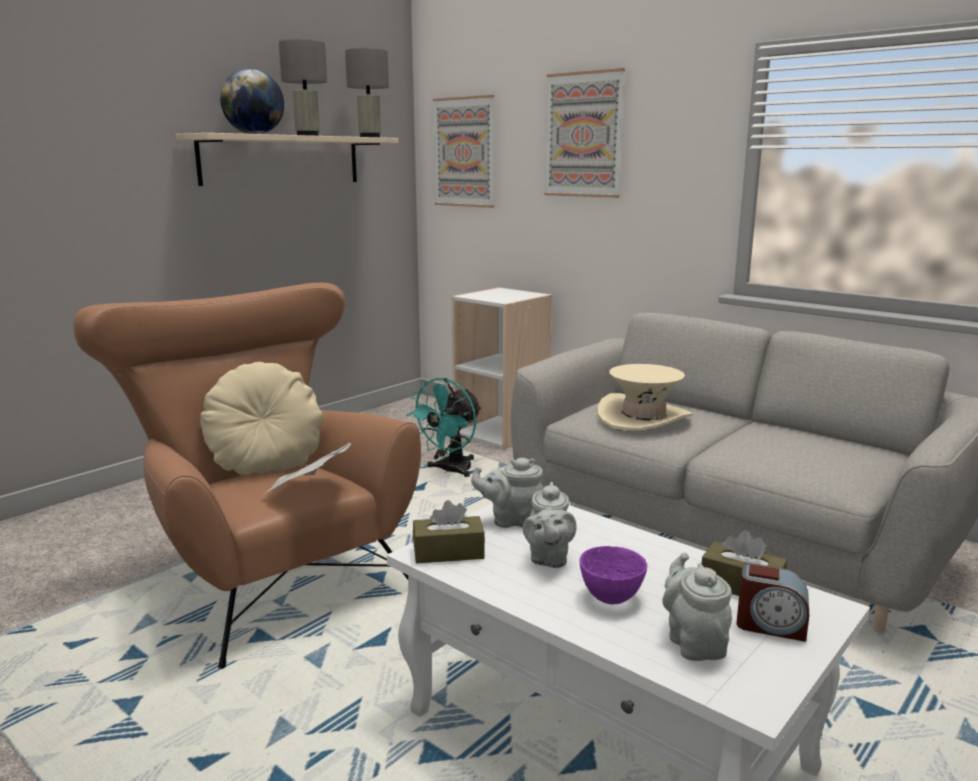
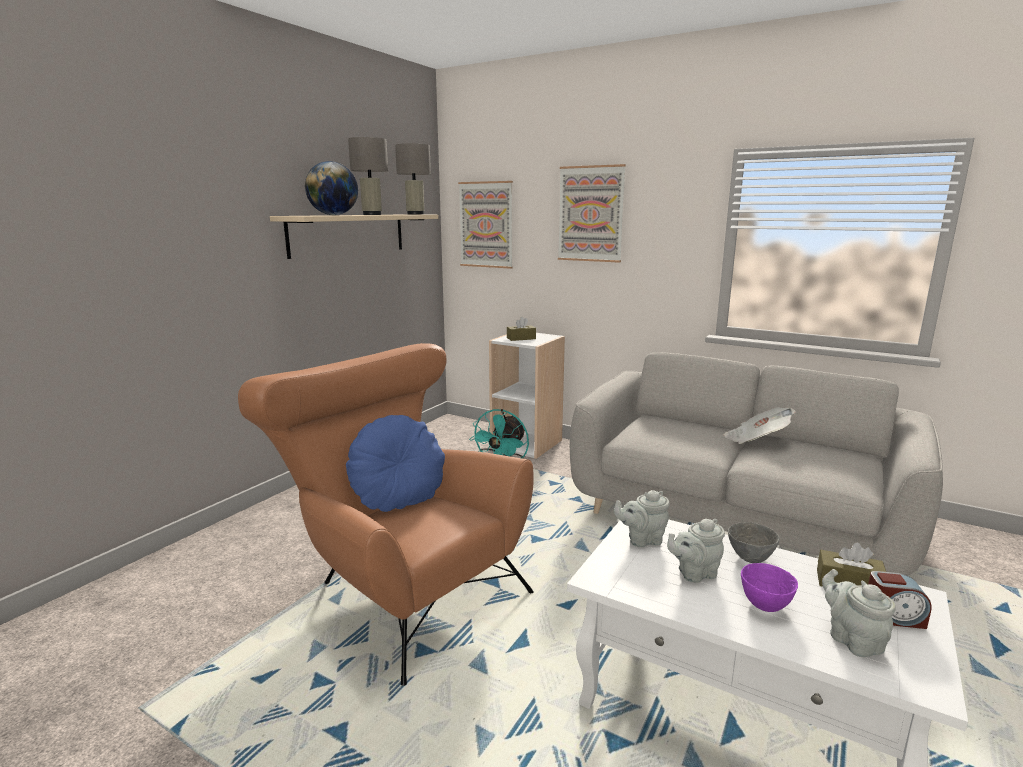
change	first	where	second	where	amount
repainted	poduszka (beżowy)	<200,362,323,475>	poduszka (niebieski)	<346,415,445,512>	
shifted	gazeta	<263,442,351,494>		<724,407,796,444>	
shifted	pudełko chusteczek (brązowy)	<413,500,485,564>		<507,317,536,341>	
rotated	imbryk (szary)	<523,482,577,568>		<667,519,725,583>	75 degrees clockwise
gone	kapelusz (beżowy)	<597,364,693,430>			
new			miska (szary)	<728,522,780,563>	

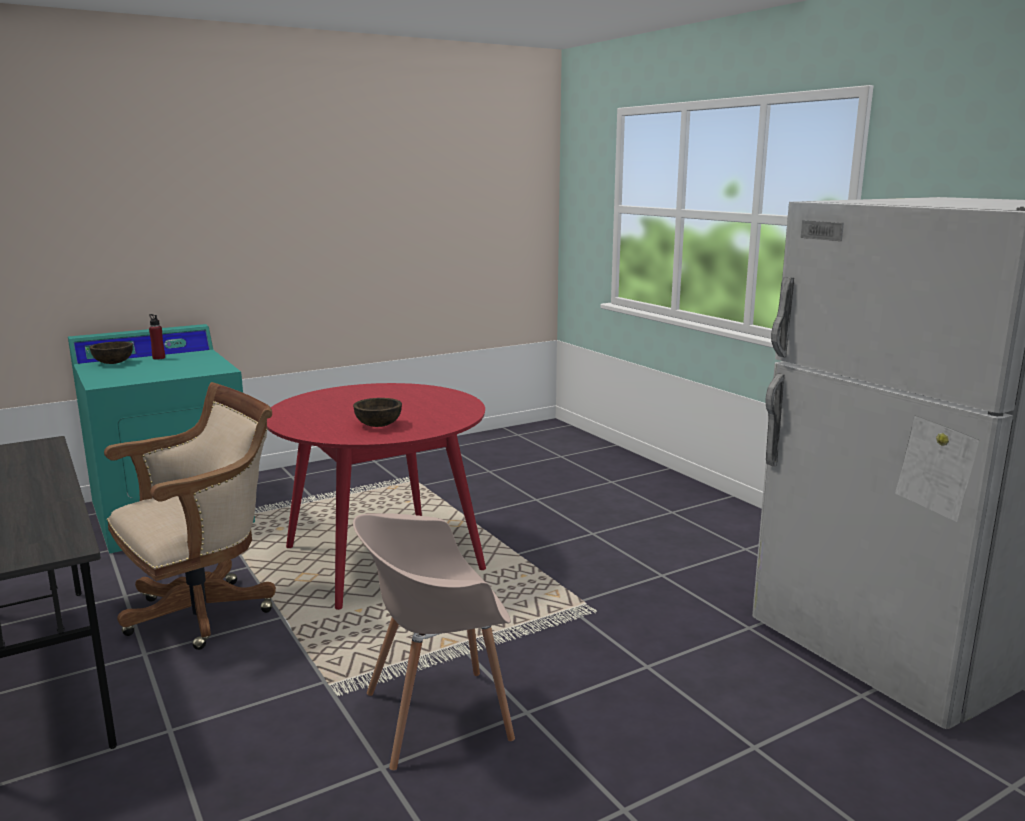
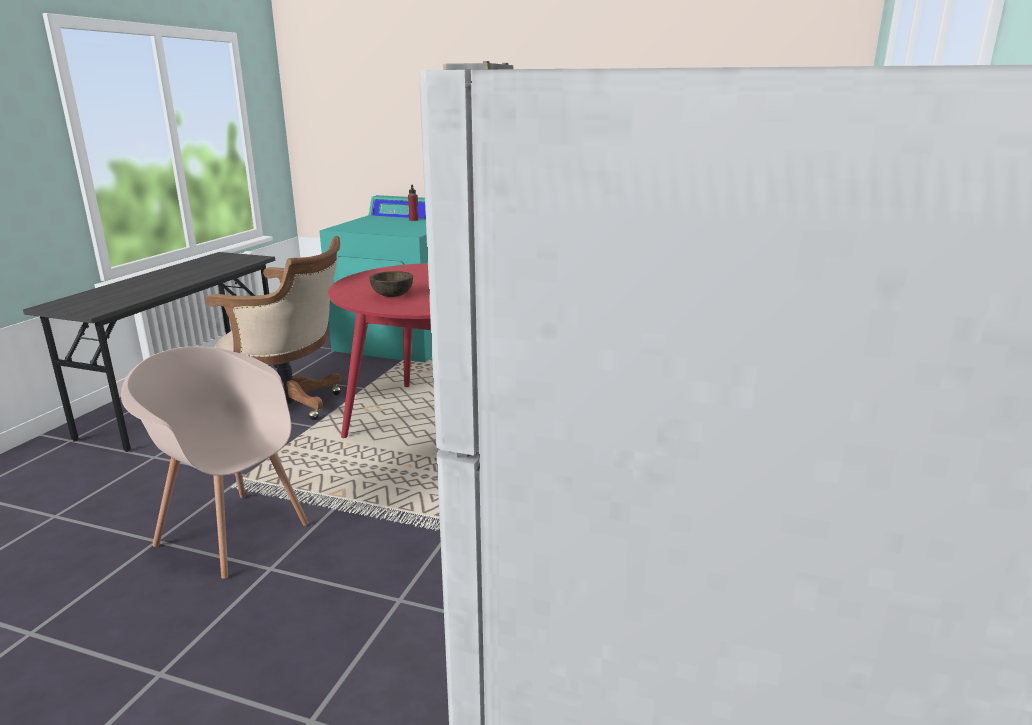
change	first	where	second	where	amount
gone	miska (brązowy)	<89,341,133,364>			

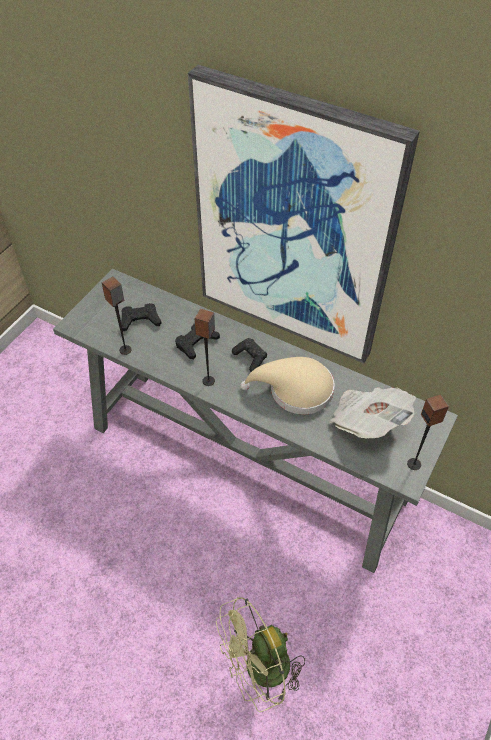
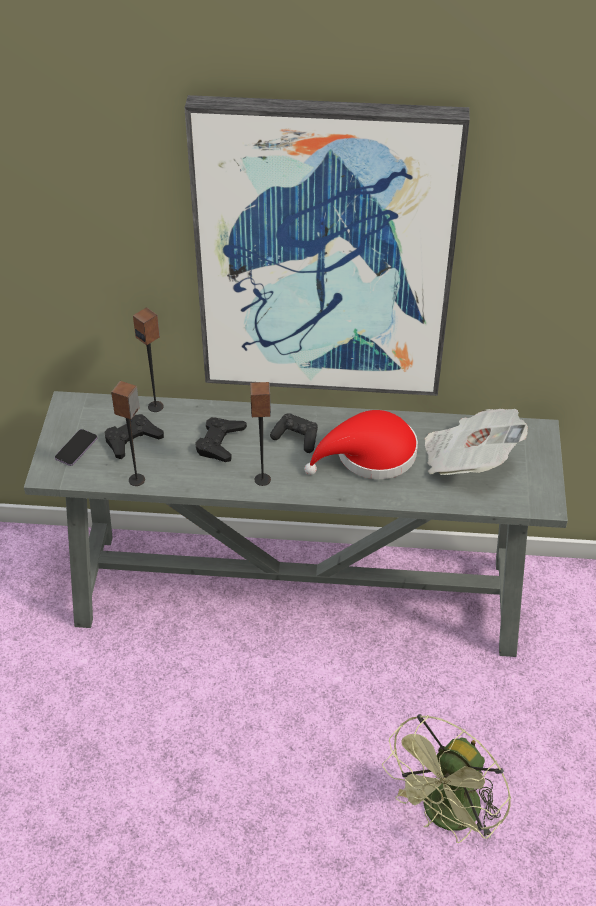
change	first	where	second	where	amount
repainted	kapelusz (beżowy)	<240,357,335,415>	kapelusz (czerwony)	<305,410,418,479>	
shifted	głośnik	<407,395,449,470>		<133,307,164,412>	
new			telefon	<55,429,98,466>	

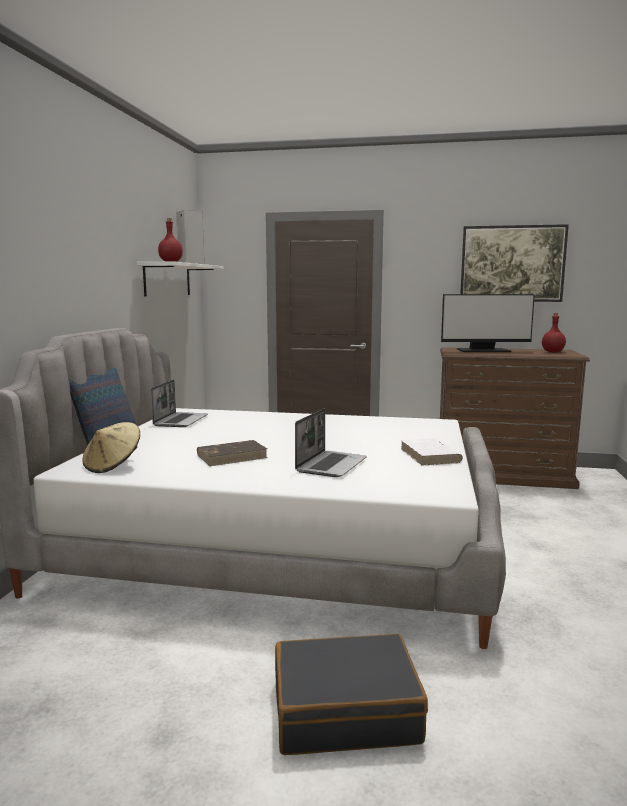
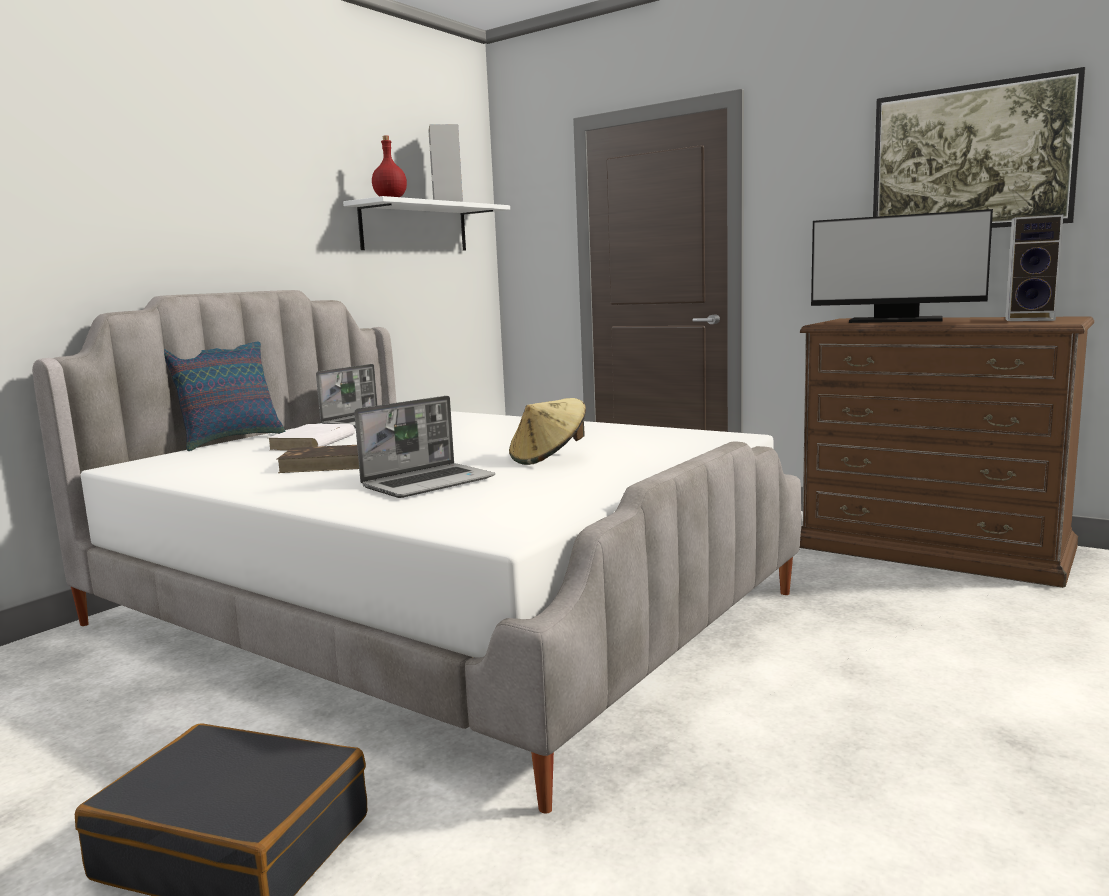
change	first	where	second	where	amount
shifted	kapelusz (beżowy)	<82,422,140,473>		<509,398,586,465>	
shifted	książka (biały)	<400,438,463,466>		<268,424,355,450>	
swapped	butelka (czerwony)	<542,313,566,352>	głośnik	<1005,214,1063,321>	

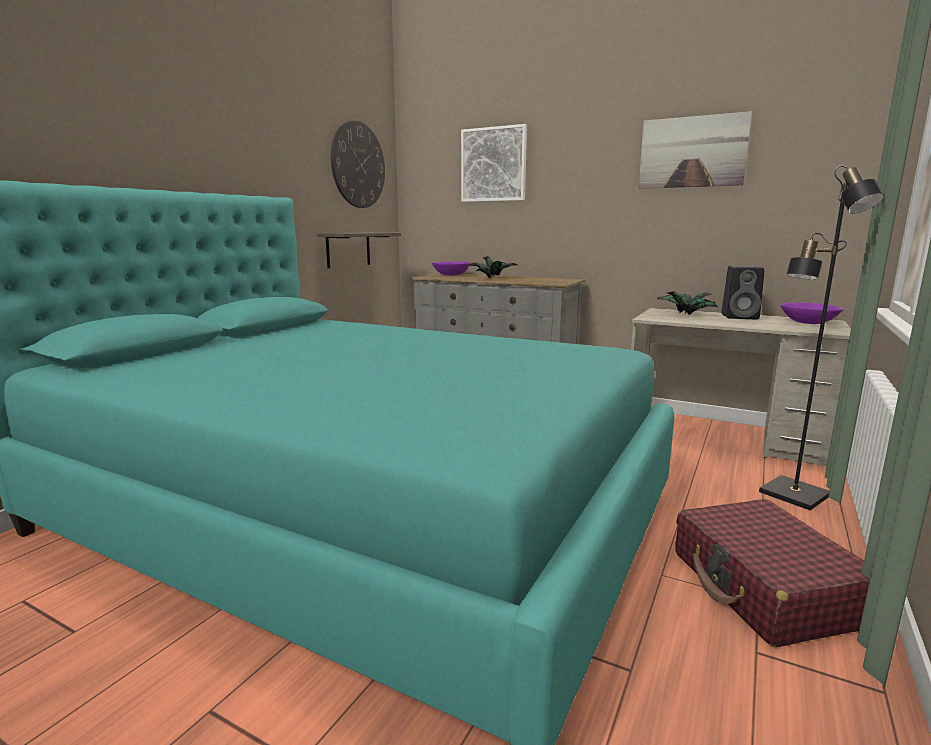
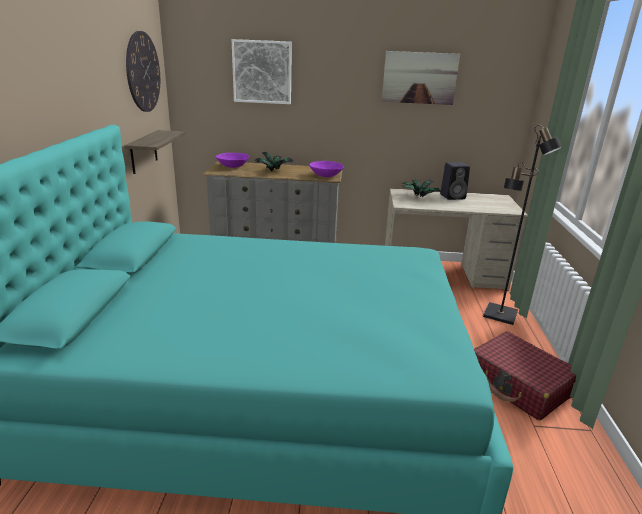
change	first	where	second	where	amount
shifted	miska (fioletowy)	<781,303,844,324>		<309,161,344,177>	

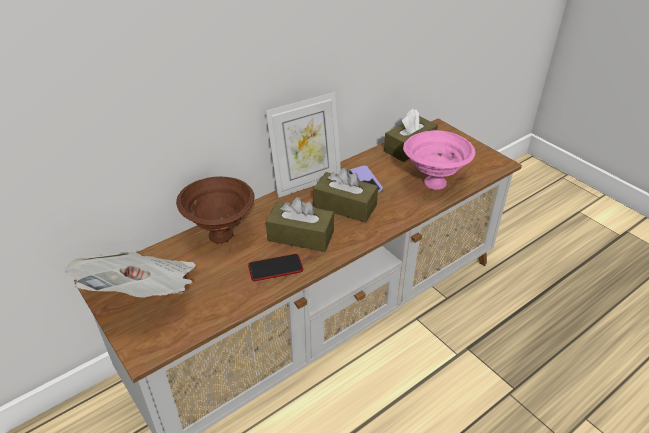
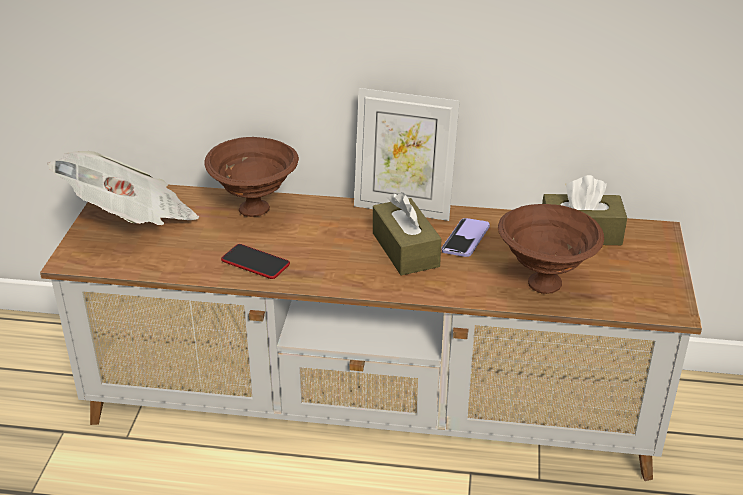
change	first	where	second	where	amount
gone	pudełko chusteczek (brązowy)	<266,197,334,252>			
repainted	miska (różowy)	<403,130,475,190>	miska (brązowy)	<498,204,604,294>	

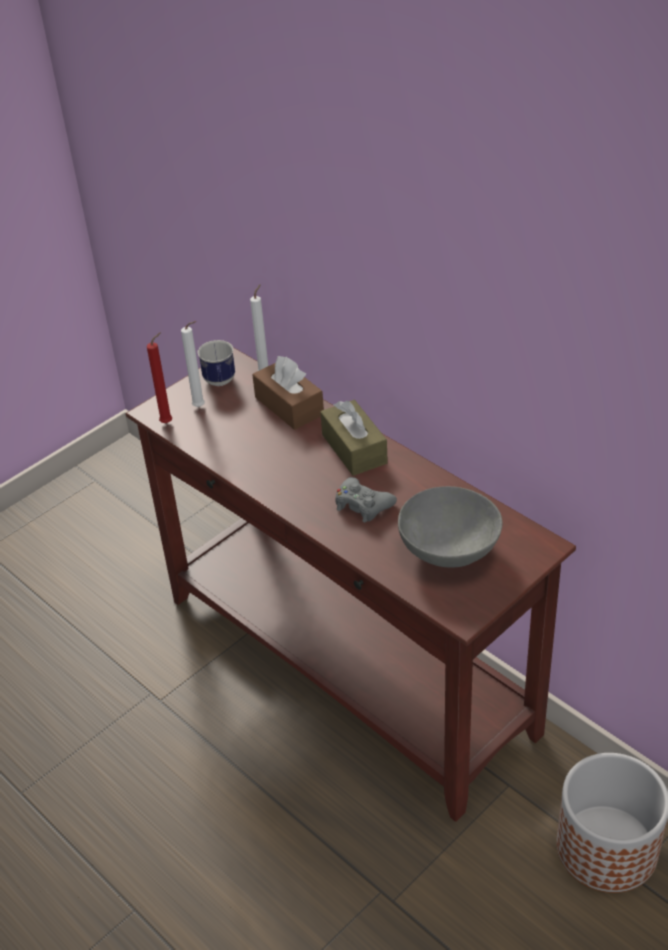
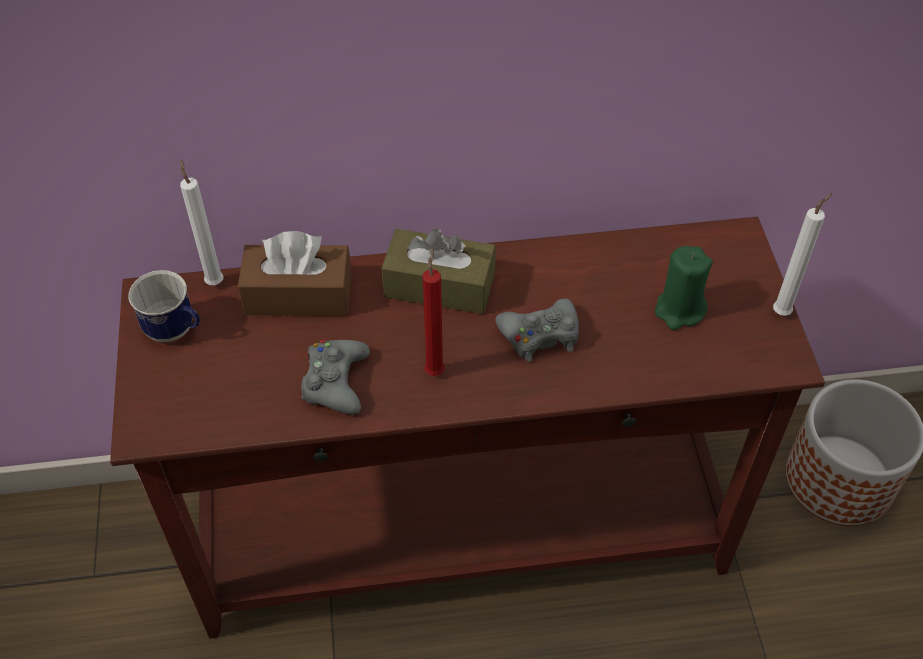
change	first	where	second	where	amount
shifted	świeca (czerwony)	<147,332,172,423>		<423,249,445,376>	
shifted	świeca (biały)	<181,321,205,407>		<773,193,833,316>	
swapped	miska (szary)	<398,486,502,568>	świeca (zielony)	<655,246,713,330>	
new			pad do gier (szary)	<301,340,370,414>	

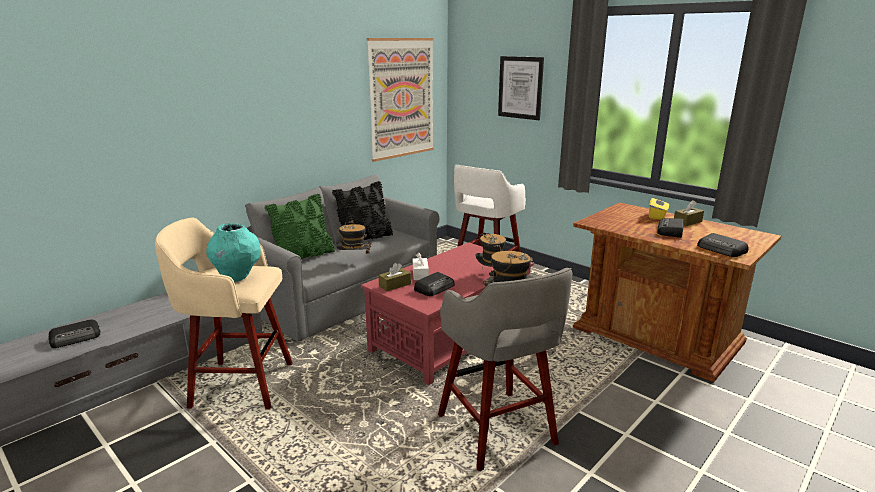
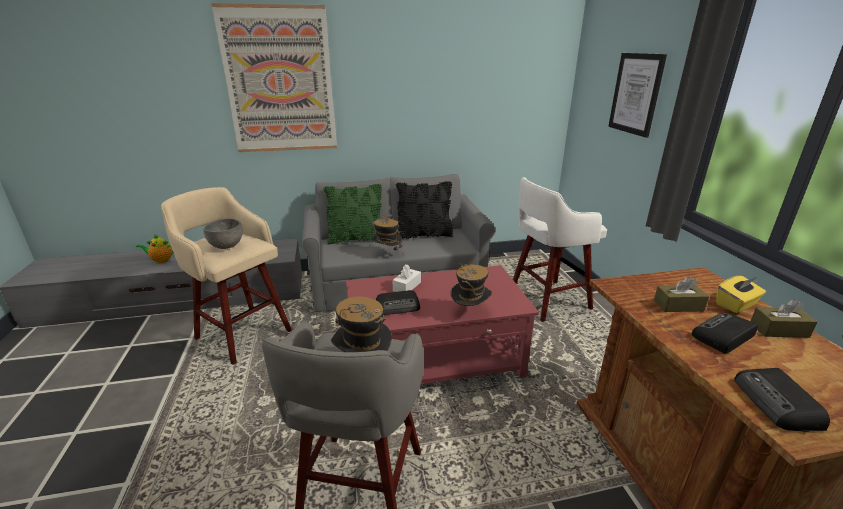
change	first	where	second	where	amount
swapped	radio	<48,319,101,348>	imbryk	<136,234,174,263>	
swapped	wazon (turkusowy)	<206,223,261,282>	miska (szary)	<203,218,243,249>	
shifted	obraz	<367,38,434,162>		<211,3,337,152>	
shifted	pudełko chusteczek (brązowy)	<378,263,411,291>		<654,276,709,312>	

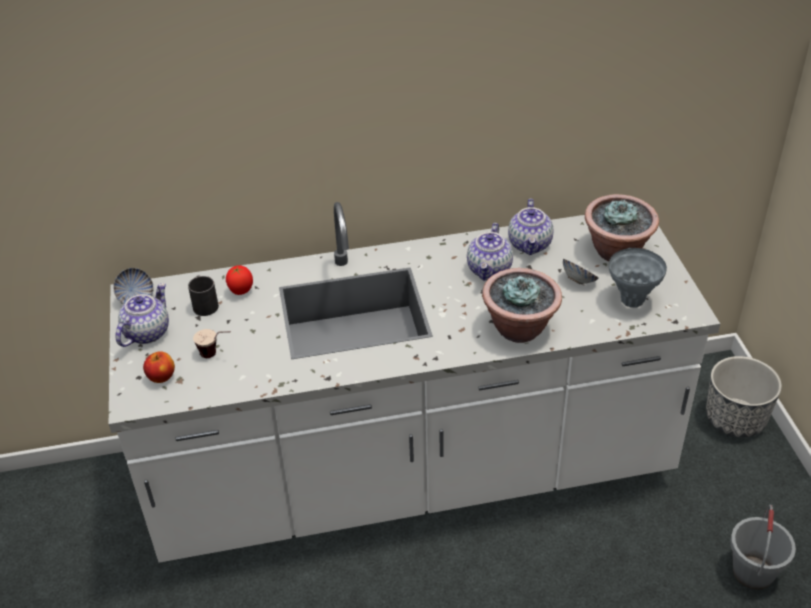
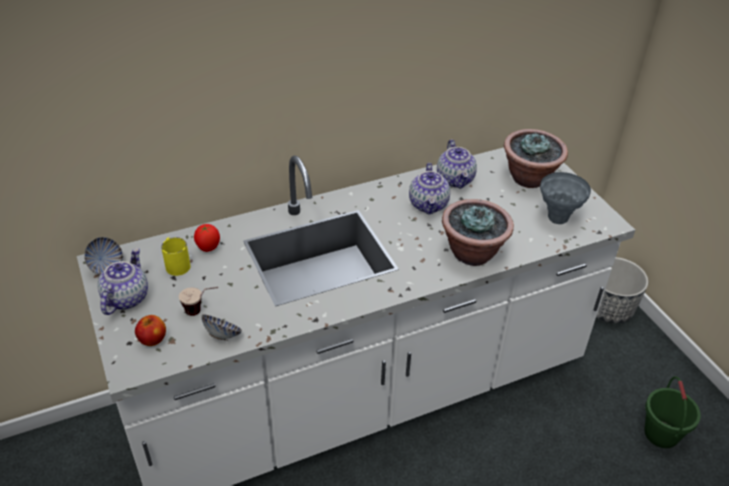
change	first	where	second	where	amount
repainted	kubek (czarny)	<188,275,219,316>	kubek (żółty)	<161,237,191,276>	
shifted	miska	<563,259,599,286>		<202,314,242,341>	
repainted	wiadro (szary)	<730,504,796,590>	wiadro (zielony)	<644,376,701,448>	

